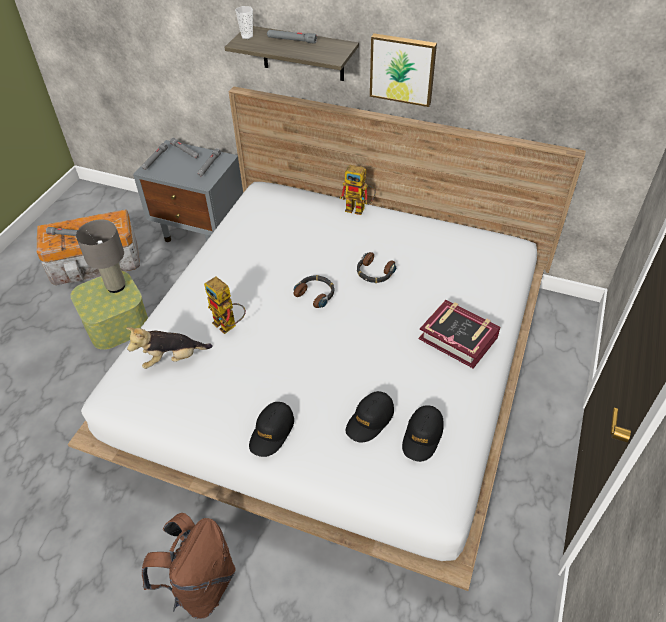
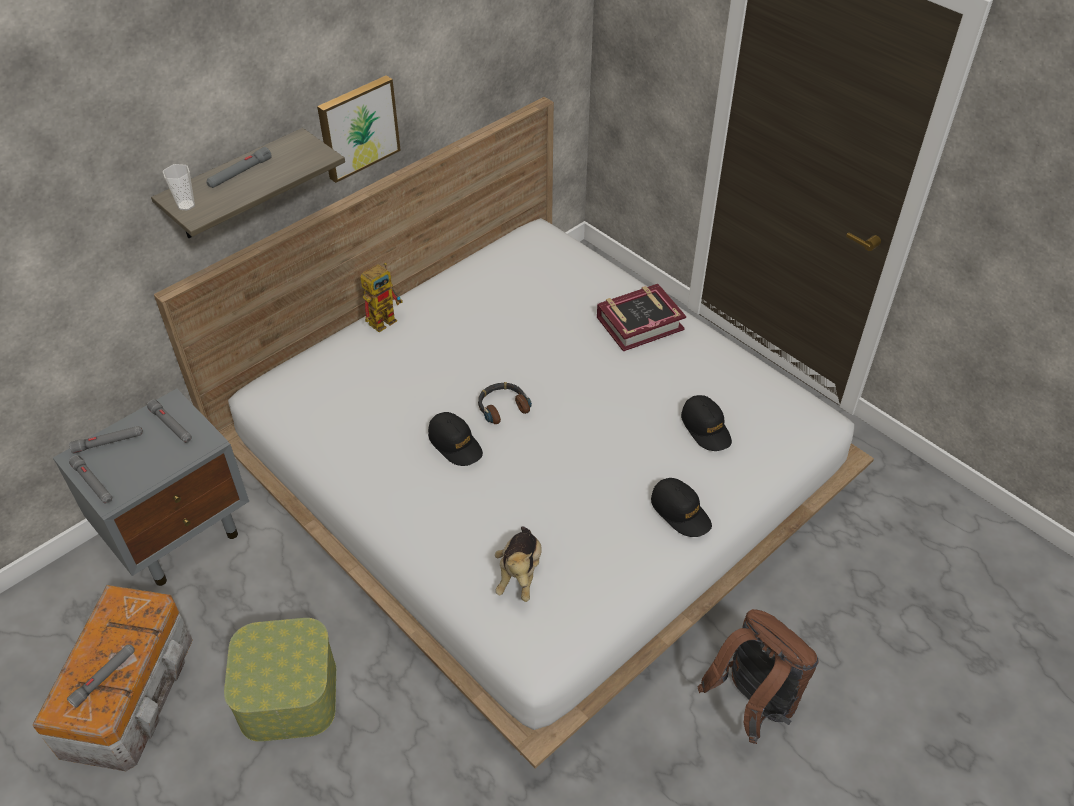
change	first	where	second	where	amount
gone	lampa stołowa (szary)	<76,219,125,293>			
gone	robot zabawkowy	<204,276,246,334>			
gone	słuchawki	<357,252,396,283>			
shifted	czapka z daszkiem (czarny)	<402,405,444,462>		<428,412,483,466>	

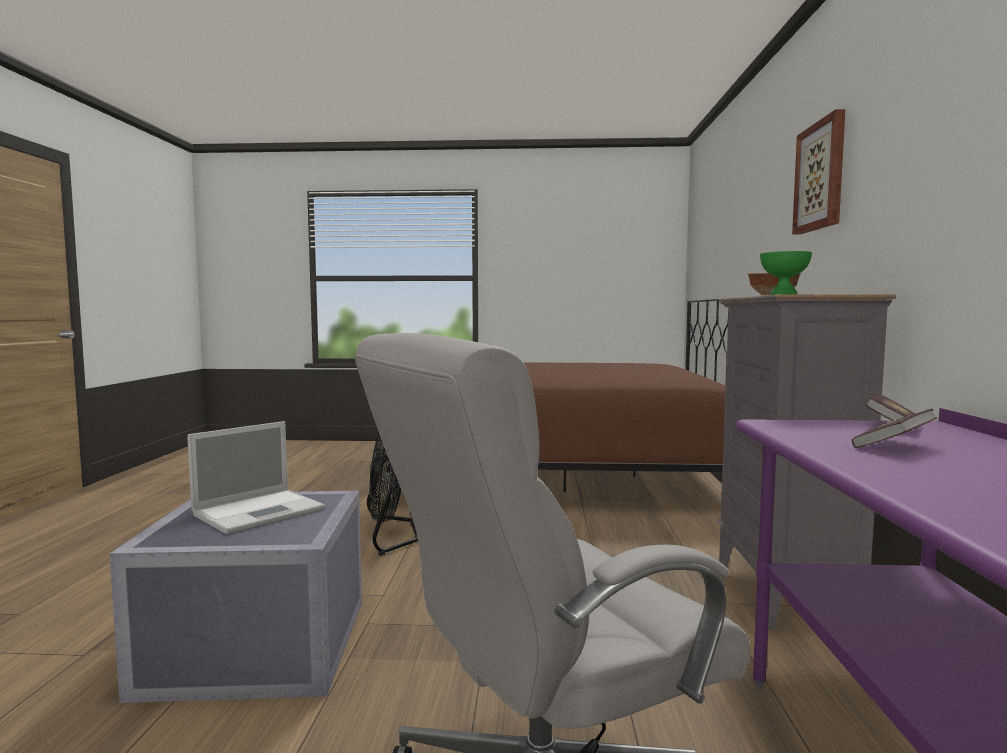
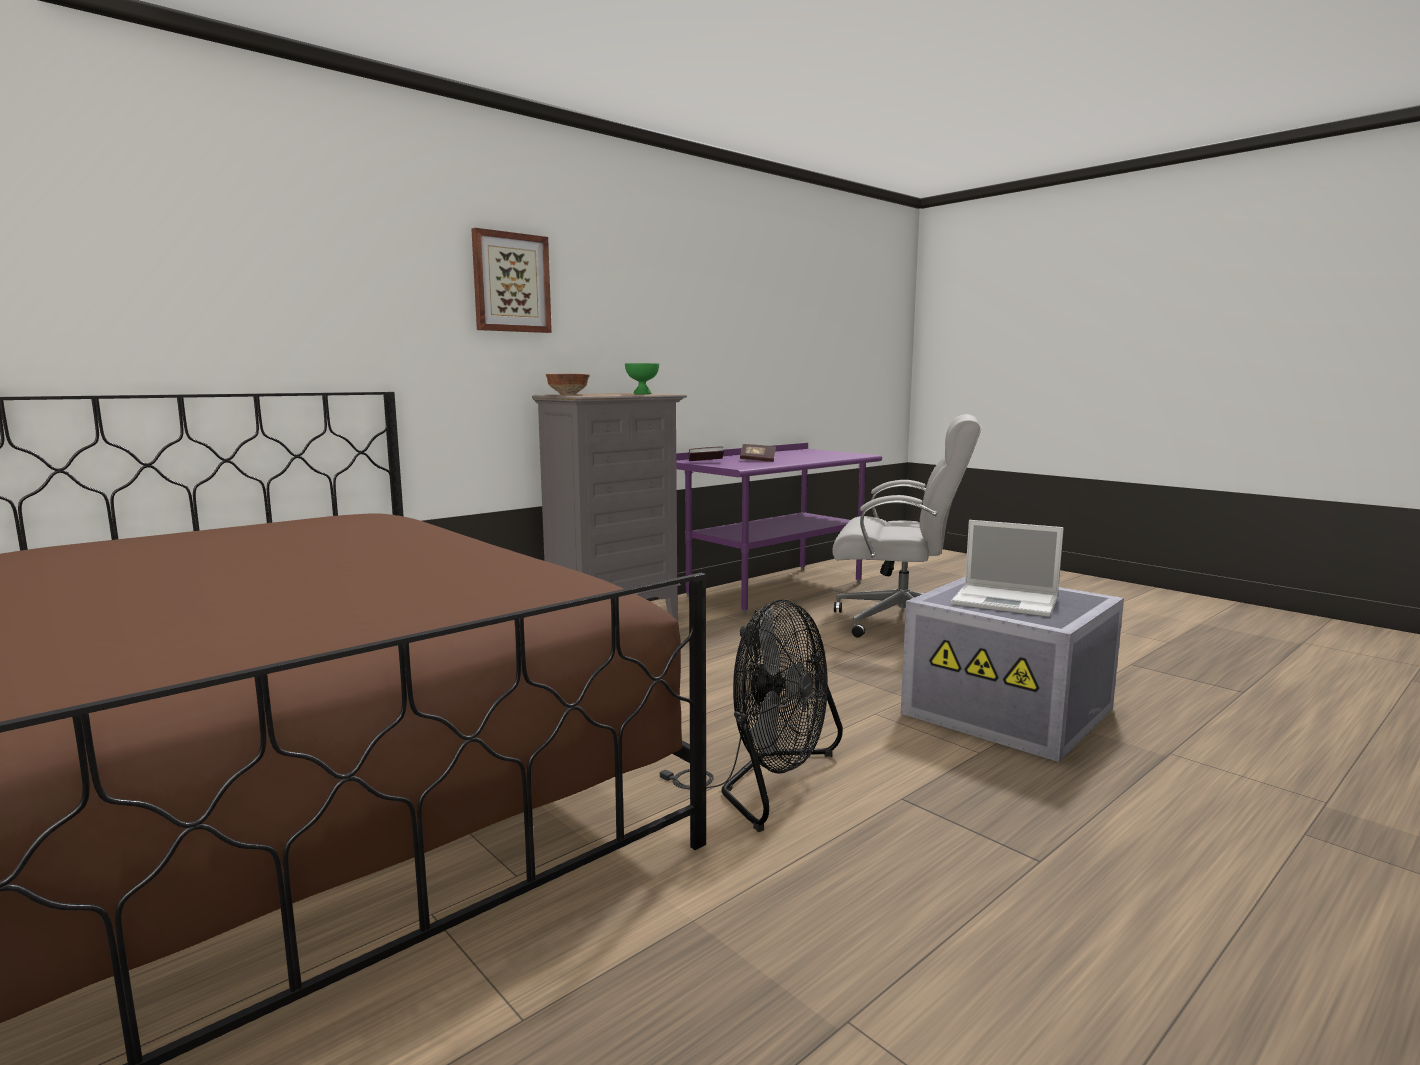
change	first	where	second	where	amount
rotated	laptop	<187,421,325,534>		<951,520,1064,617>	150 degrees counterclockwise

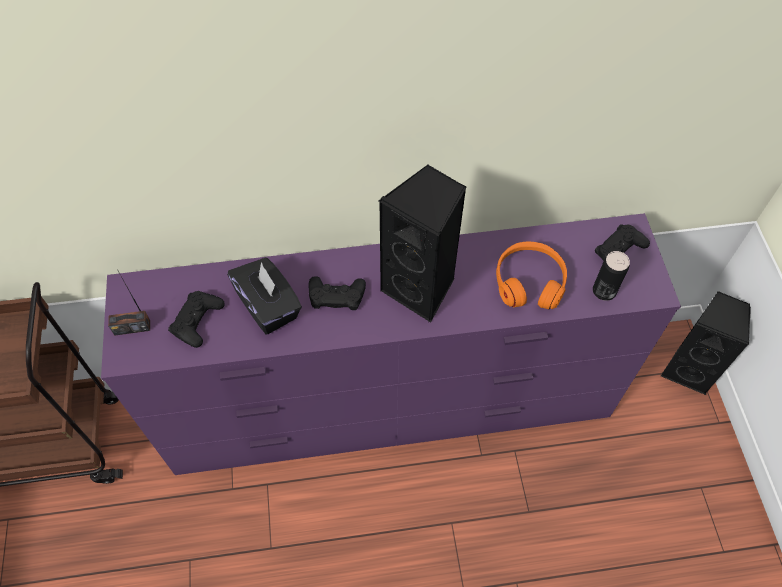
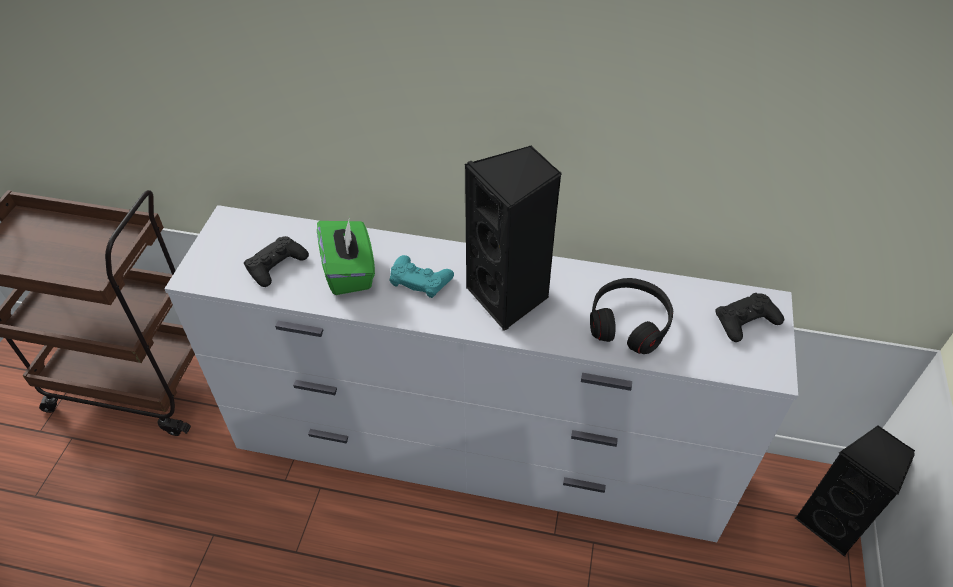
change	first	where	second	where	amount
repainted	komoda (fioletowy)	<101,213,681,475>	komoda (biały)	<164,205,798,542>	
gone	radio	<108,271,150,336>			
repainted	pudełko chusteczek (czarny)	<227,258,302,334>	pudełko chusteczek (zielony)	<317,217,375,295>	
repainted	pad do gier (czarny)	<309,276,366,310>	pad do gier (turkusowy)	<389,255,454,298>	
repainted	słuchawki (pomarańczowy)	<496,242,567,309>	słuchawki (czarny)	<590,278,673,354>	
gone	puszka	<593,251,630,301>			

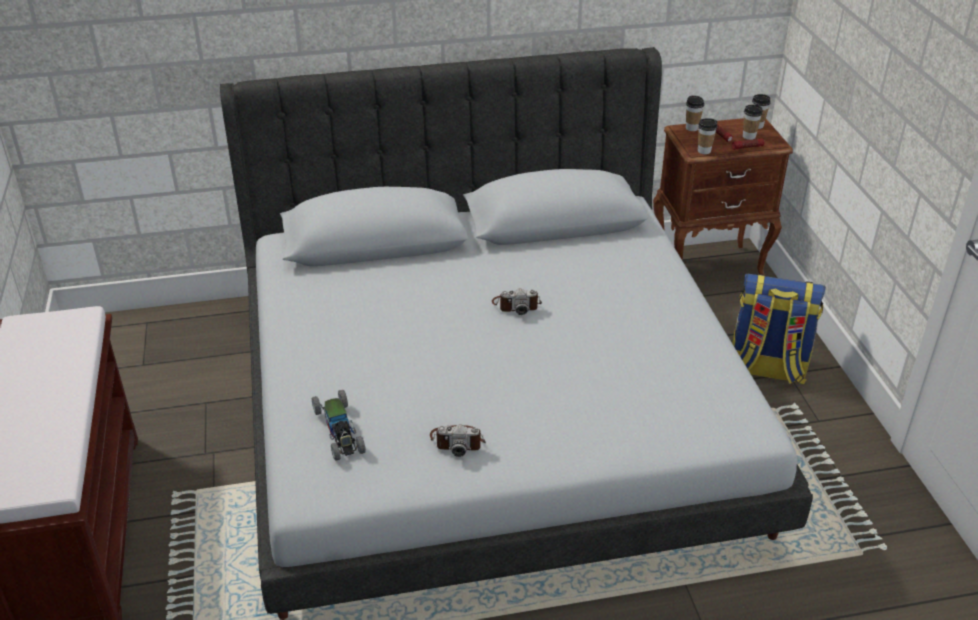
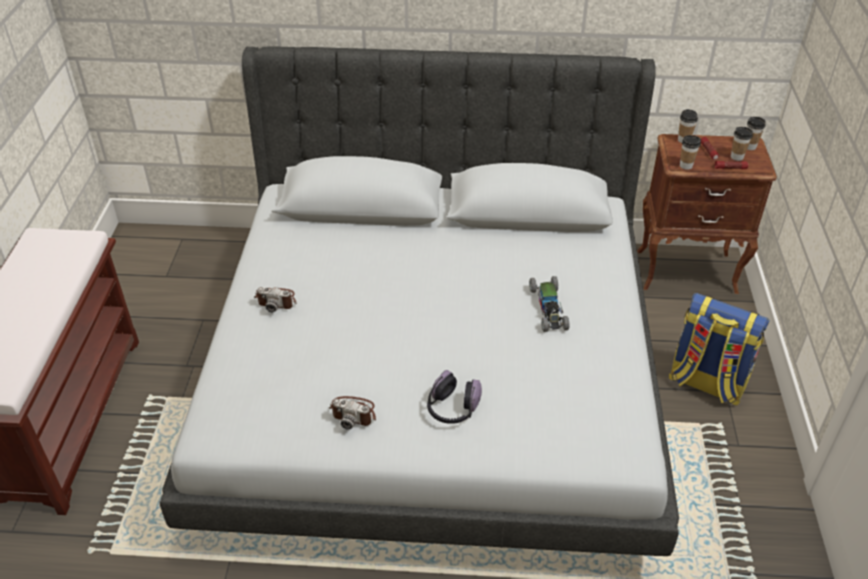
change	first	where	second	where	amount
shifted	samochodzik	<312,390,366,461>		<529,276,570,332>	
shifted	aparat fotograficzny	<492,288,542,315>		<254,287,297,312>	
new			słuchawki	<427,370,482,424>	

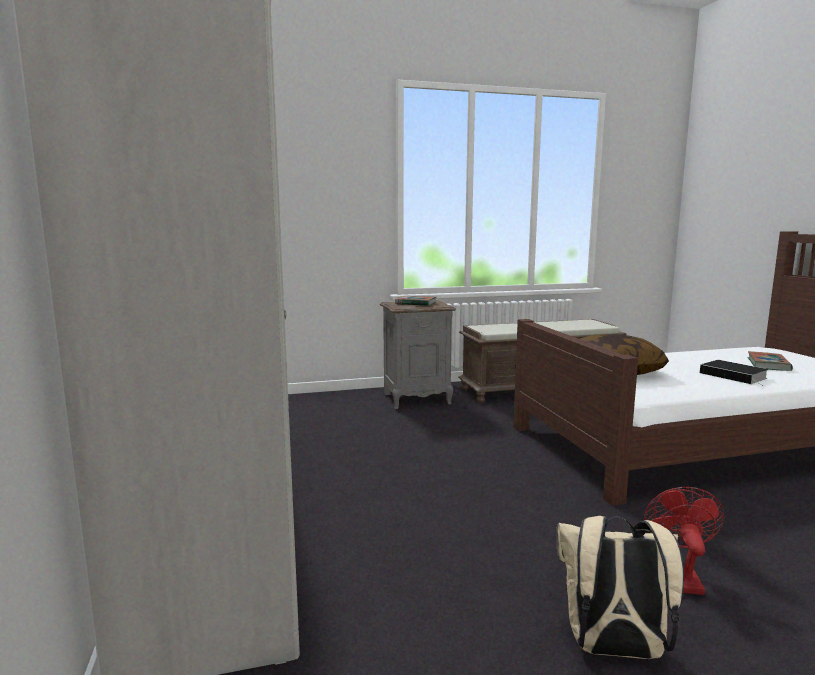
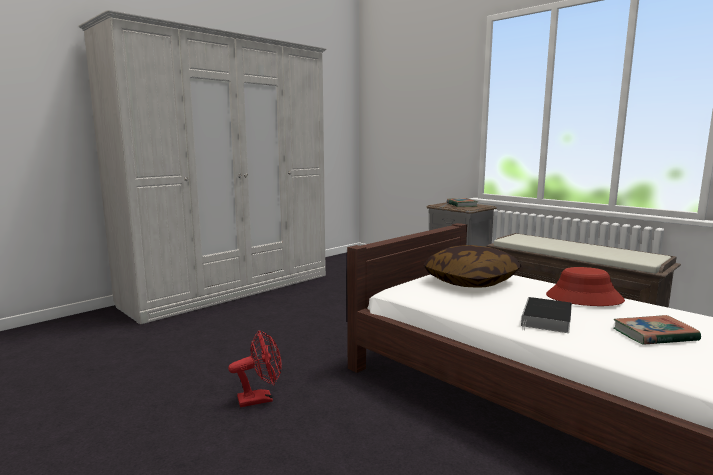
change	first	where	second	where	amount
gone	plecak (beżowy)	<557,516,684,659>			
new			kapelusz (czerwony)	<546,267,625,306>	

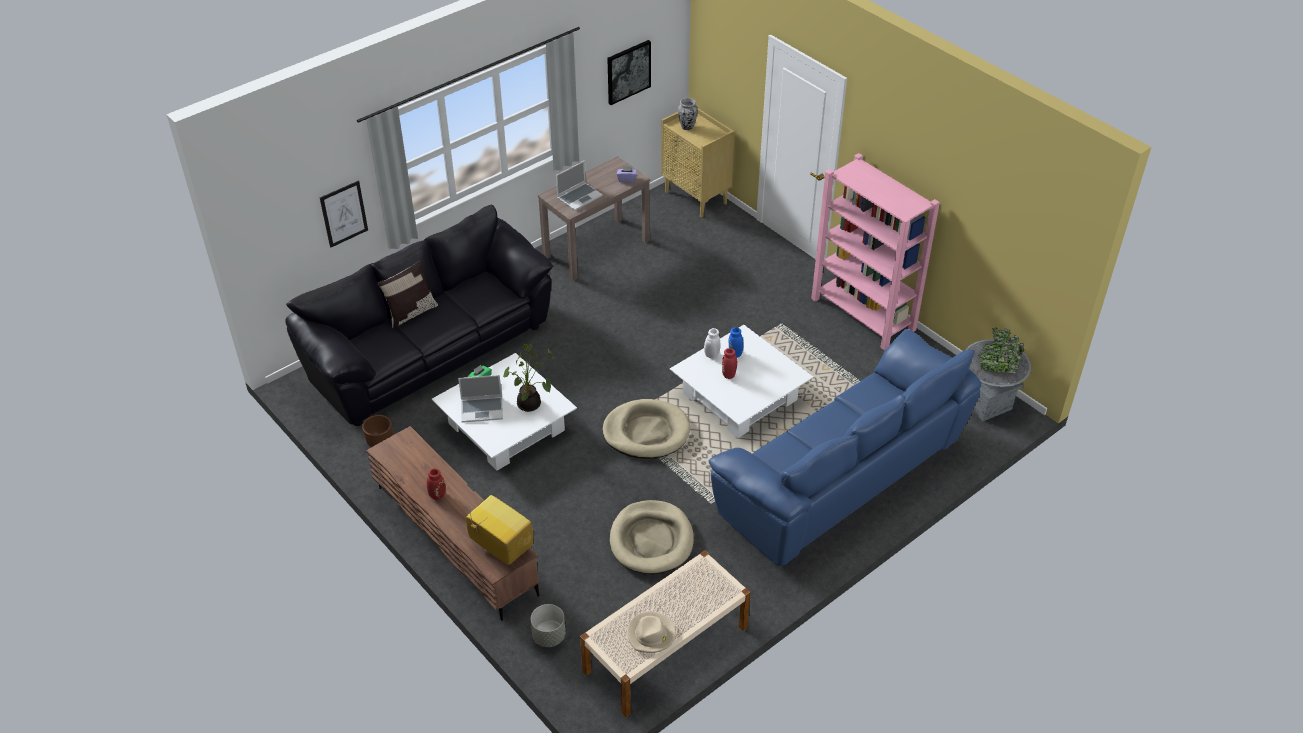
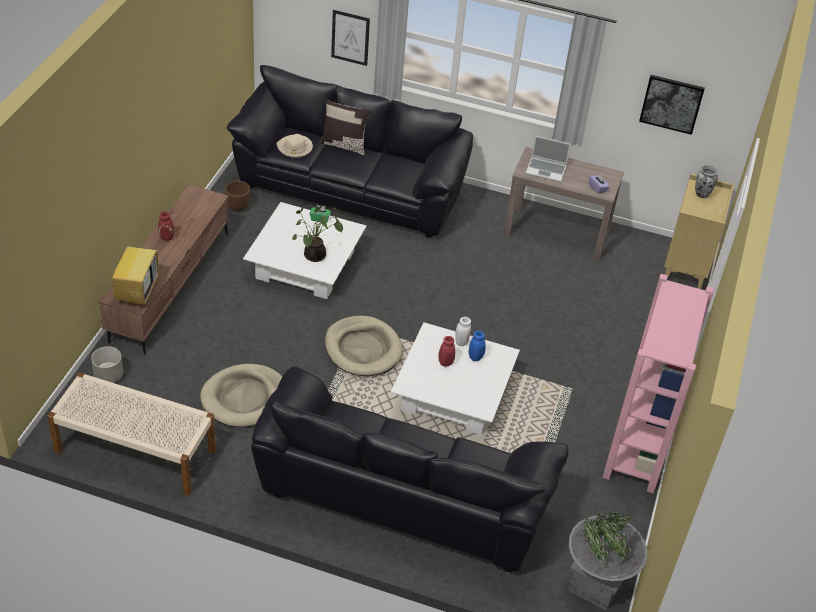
change	first	where	second	where	amount
gone	laptop	<458,375,503,422>			
shifted	kapelusz (beżowy)	<627,611,676,653>		<276,134,313,158>	
repainted	kanapa (niebieski)	<709,329,981,566>	kanapa (czarny)	<251,366,569,572>	

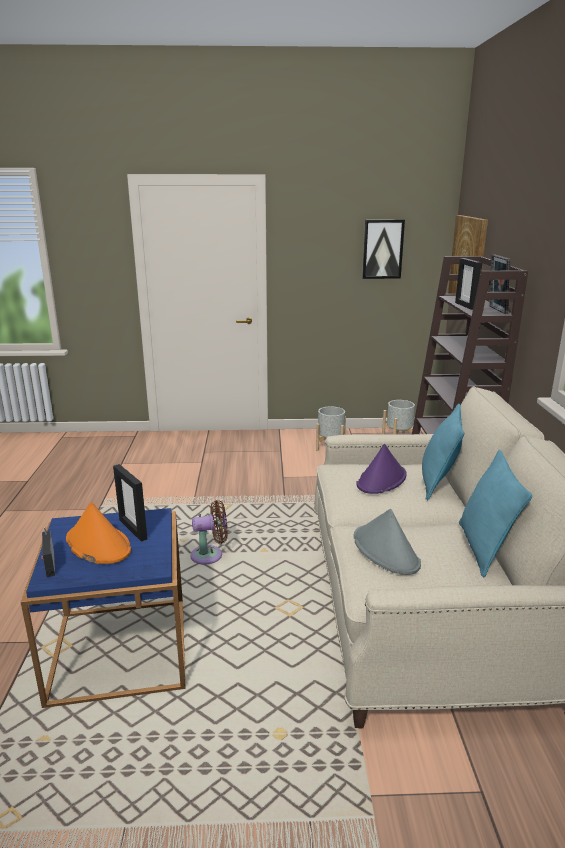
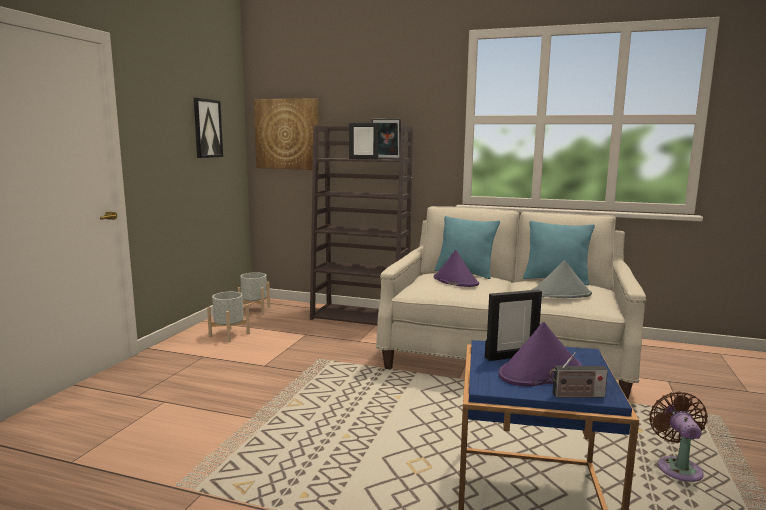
change	first	where	second	where	amount
repainted	kapelusz (pomarańczowy)	<66,502,131,564>	kapelusz (fioletowy)	<499,322,582,387>	
shifted	wentylator (brązowy)	<190,500,228,565>		<649,392,708,482>	

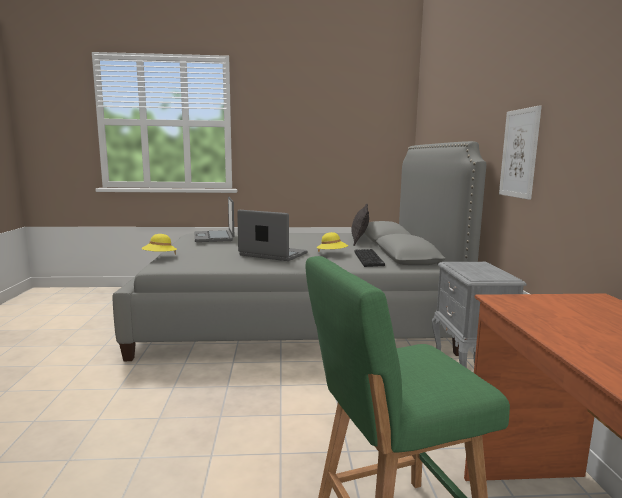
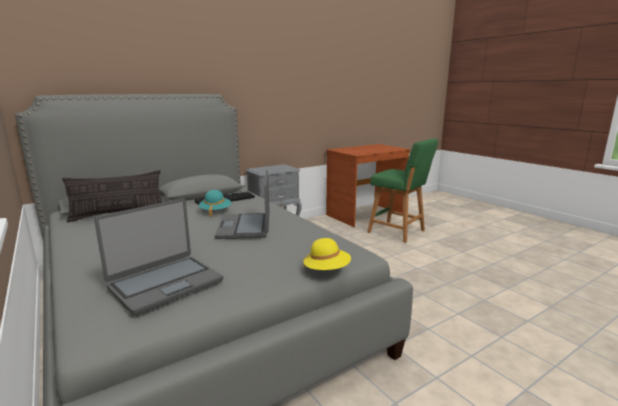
change	first	where	second	where	amount
repainted	kapelusz (żółty)	<317,232,348,253>	kapelusz (turkusowy)	<199,190,231,217>	
gone	obraz	<499,106,542,200>			

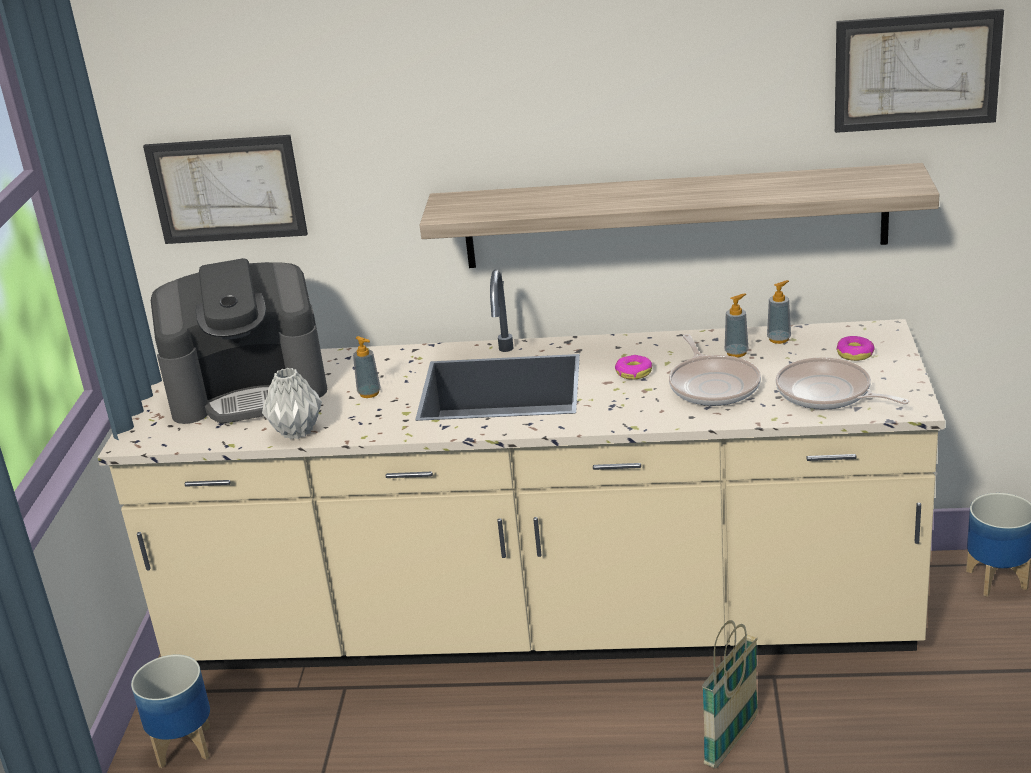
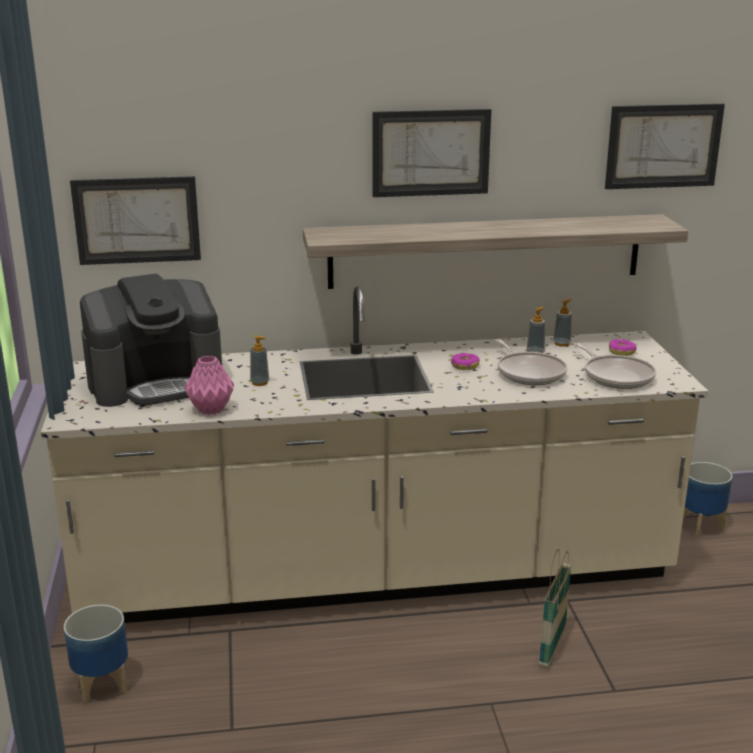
change	first	where	second	where	amount
repainted	wazon (szary)	<262,368,322,440>	wazon (różowy)	<185,356,234,415>	
rotated	patelnia	<776,357,909,410>		<574,343,656,389>	150 degrees counterclockwise
new			obraz	<372,109,491,197>	

